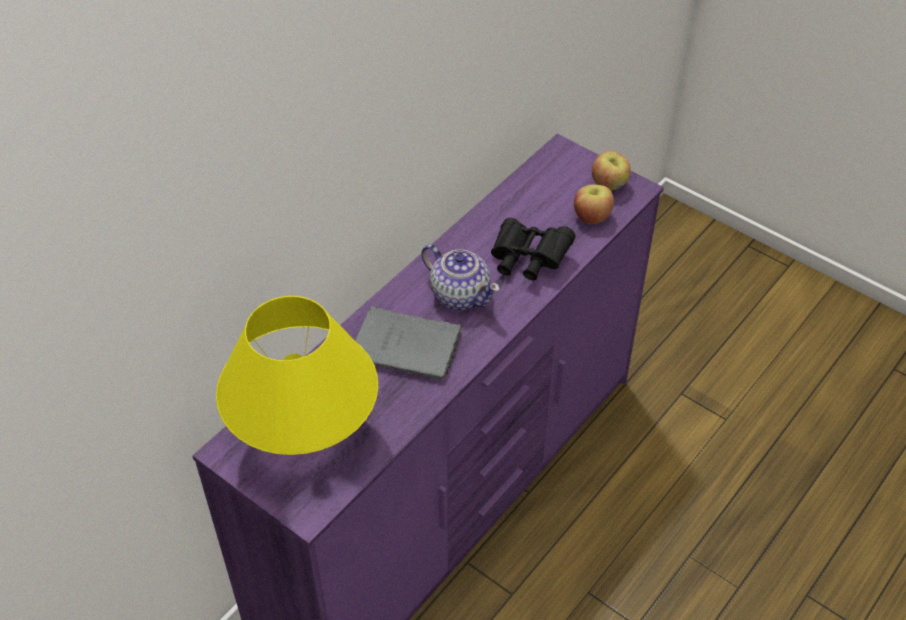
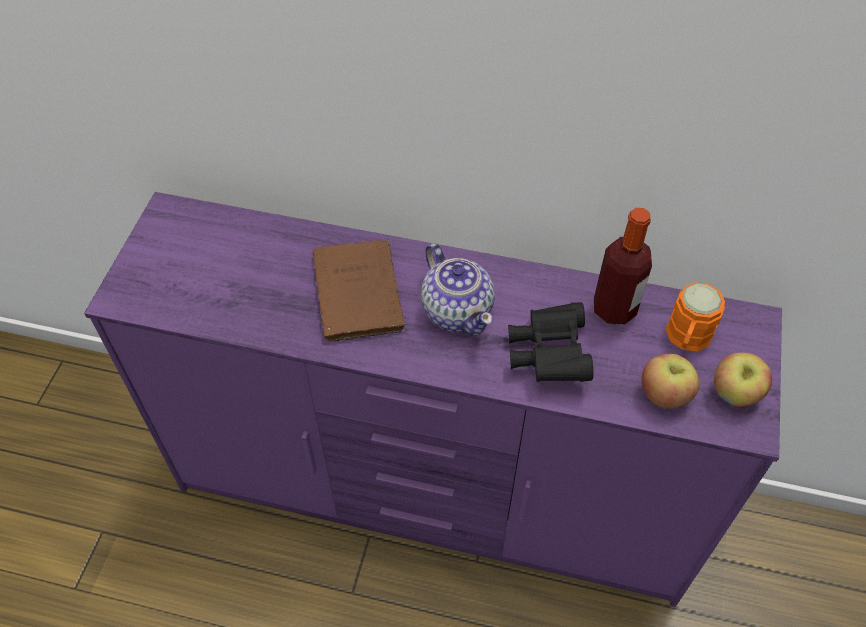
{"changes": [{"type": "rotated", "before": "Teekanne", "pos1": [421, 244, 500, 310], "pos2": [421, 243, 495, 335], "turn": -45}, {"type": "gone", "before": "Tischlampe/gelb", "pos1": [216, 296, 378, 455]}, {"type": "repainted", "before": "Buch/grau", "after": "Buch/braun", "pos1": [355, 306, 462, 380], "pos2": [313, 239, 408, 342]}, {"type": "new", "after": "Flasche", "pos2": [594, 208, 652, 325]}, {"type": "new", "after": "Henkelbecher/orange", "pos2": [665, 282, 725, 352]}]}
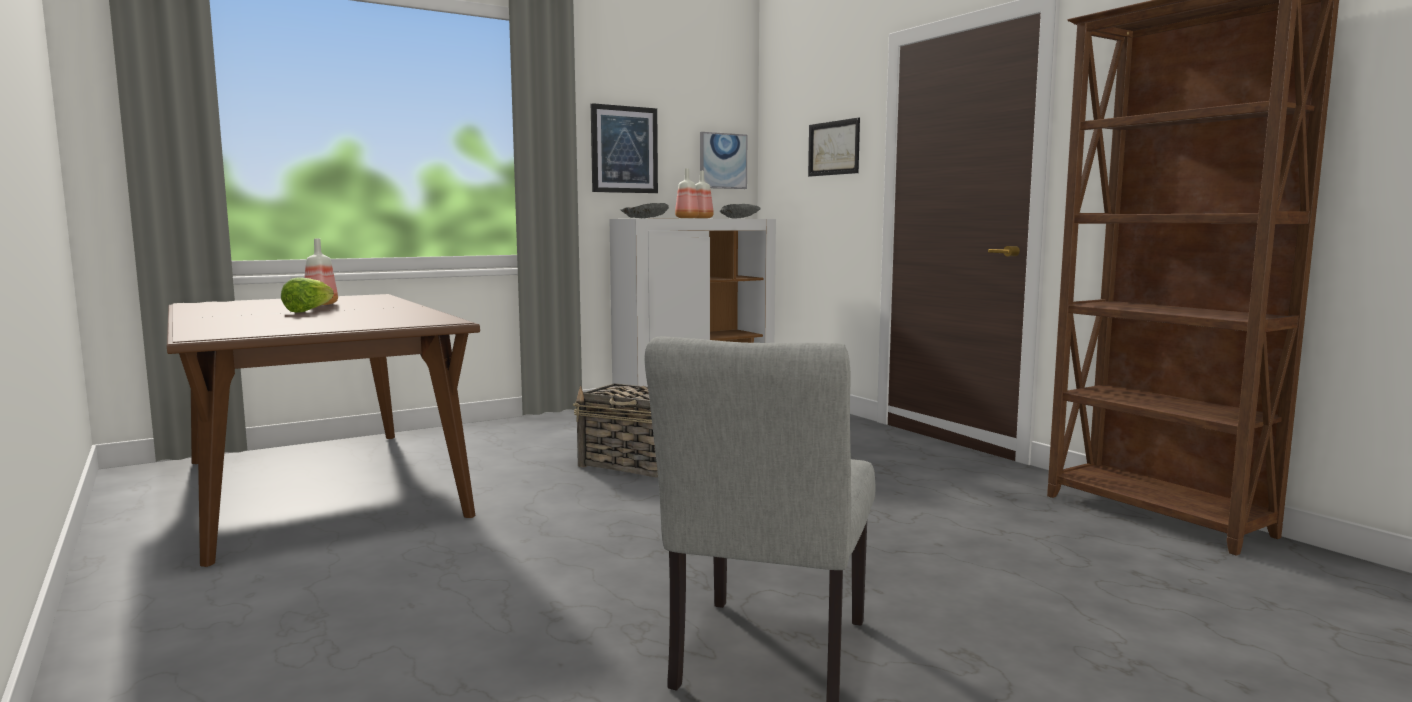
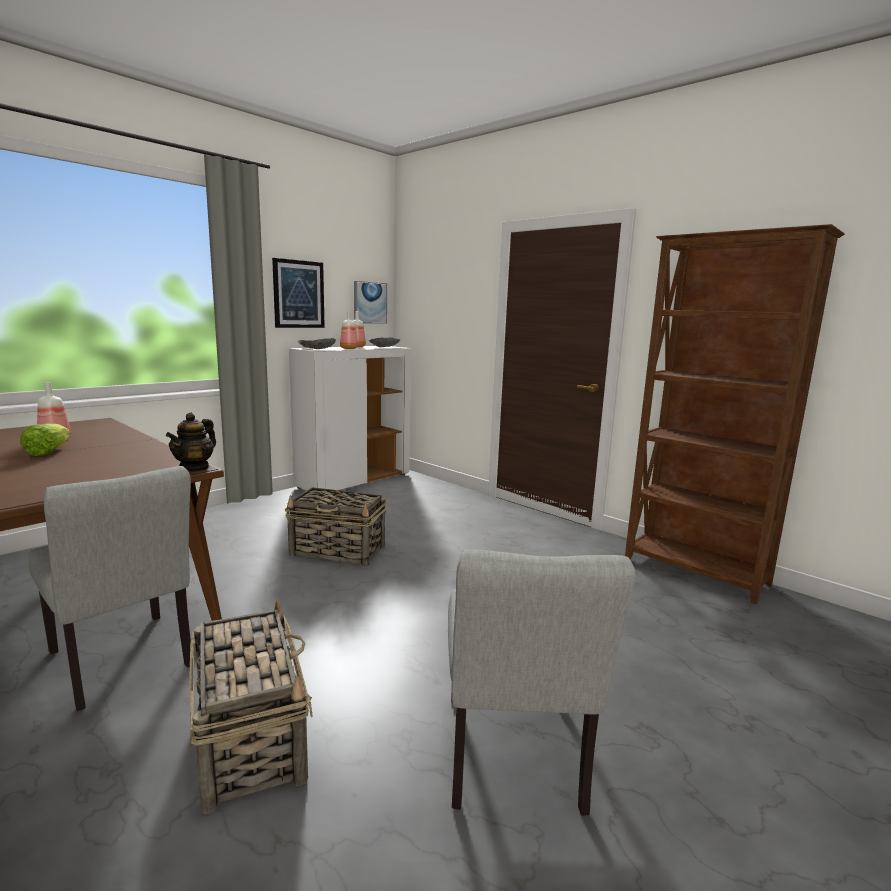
{"changes": [{"type": "gone", "before": "Bild", "pos1": [808, 118, 860, 177]}, {"type": "new", "after": "Teekanne", "pos2": [166, 412, 216, 472]}, {"type": "new", "after": "Stuhl/grau", "pos2": [28, 466, 191, 711]}, {"type": "new", "after": "Korb", "pos2": [189, 600, 313, 814]}]}
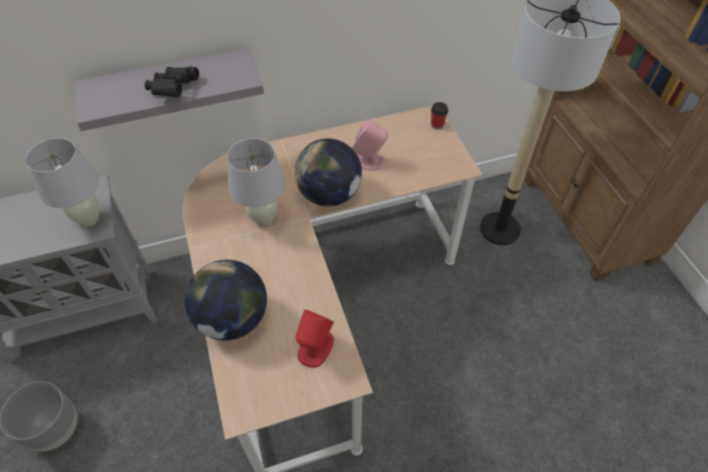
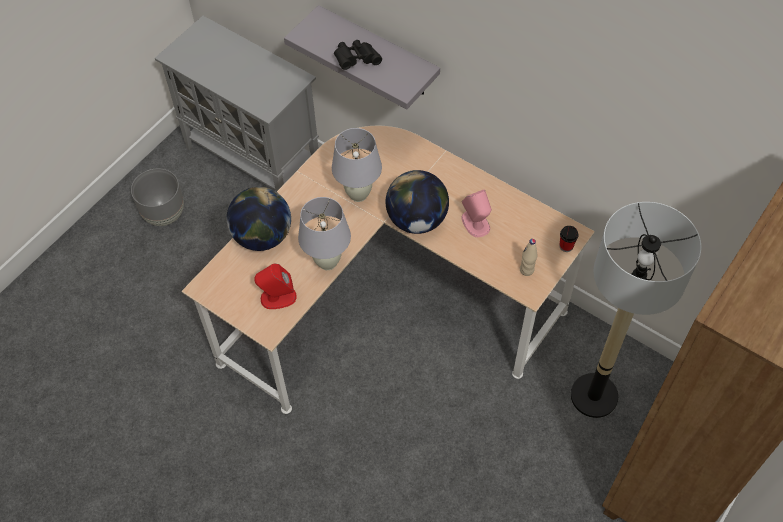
{"changes": [{"type": "shifted", "before": "Tischlampe/weiß", "pos1": [25, 138, 99, 227], "pos2": [298, 197, 351, 270]}, {"type": "new", "after": "Flasche/beige", "pos2": [520, 239, 537, 276]}]}
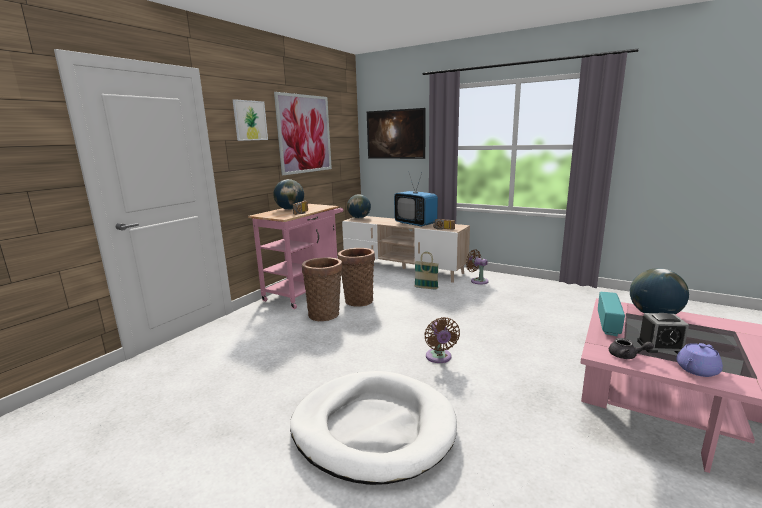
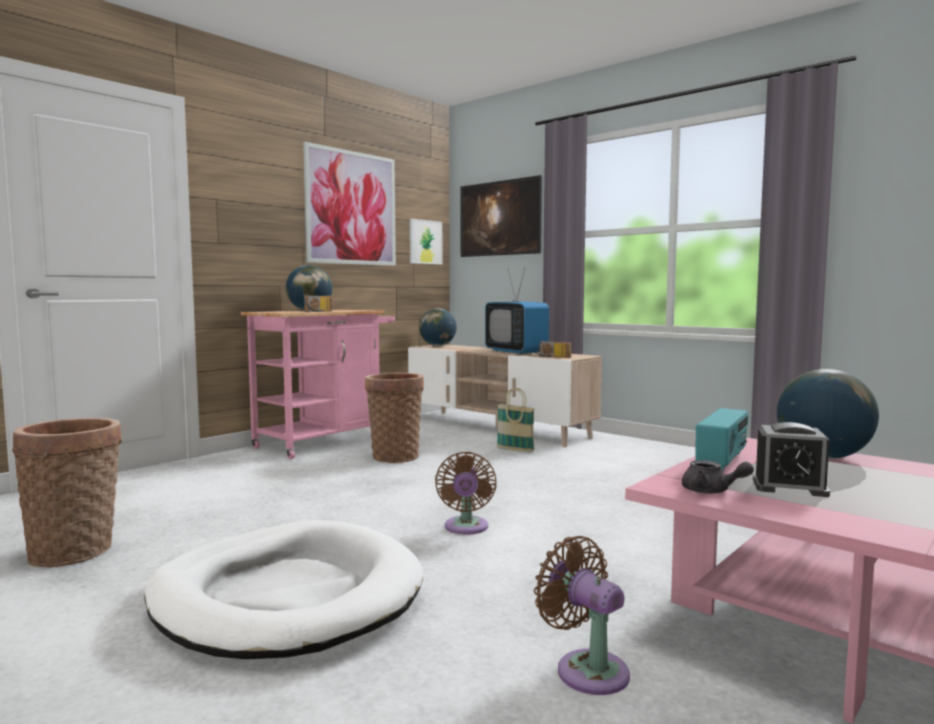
{"changes": [{"type": "shifted", "before": "Bild", "pos1": [233, 99, 268, 141], "pos2": [410, 219, 443, 265]}, {"type": "shifted", "before": "Ventilator/braun", "pos1": [466, 250, 488, 285], "pos2": [534, 536, 630, 695]}, {"type": "shifted", "before": "Korb", "pos1": [302, 257, 343, 321], "pos2": [12, 418, 122, 568]}, {"type": "gone", "before": "Teekanne/lila", "pos1": [676, 343, 723, 377]}]}
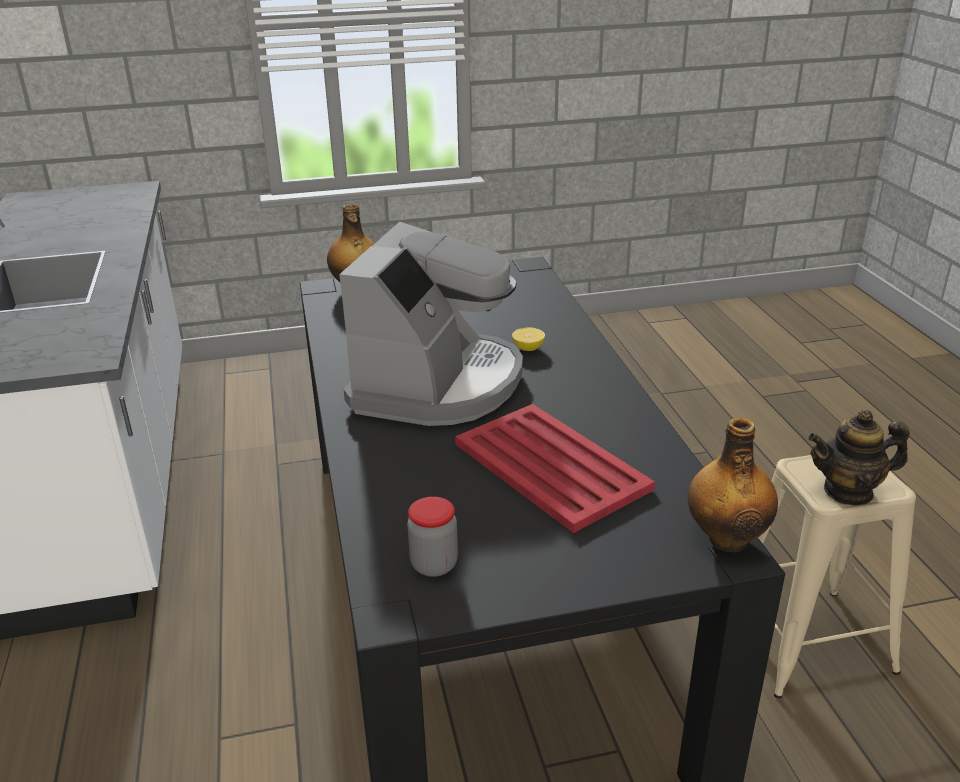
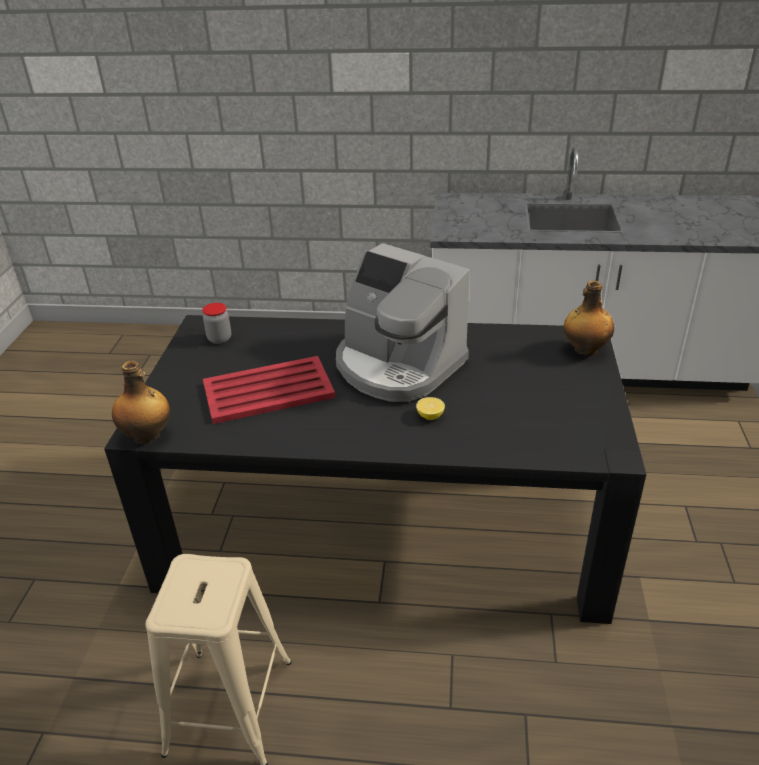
{"changes": [{"type": "gone", "before": "Teekanne", "pos1": [808, 410, 910, 506]}]}
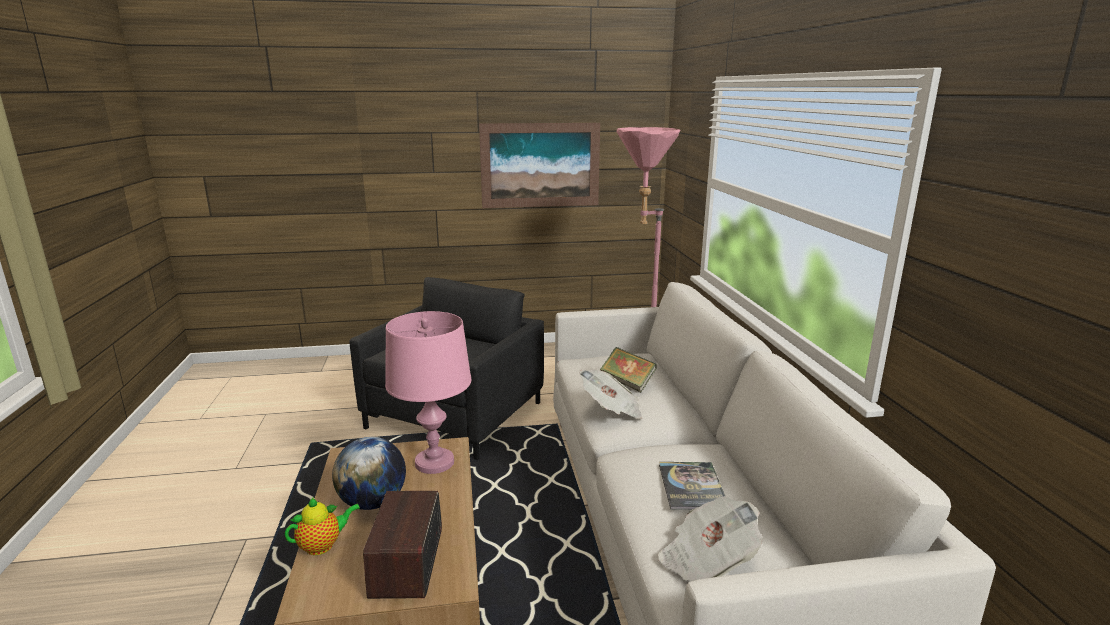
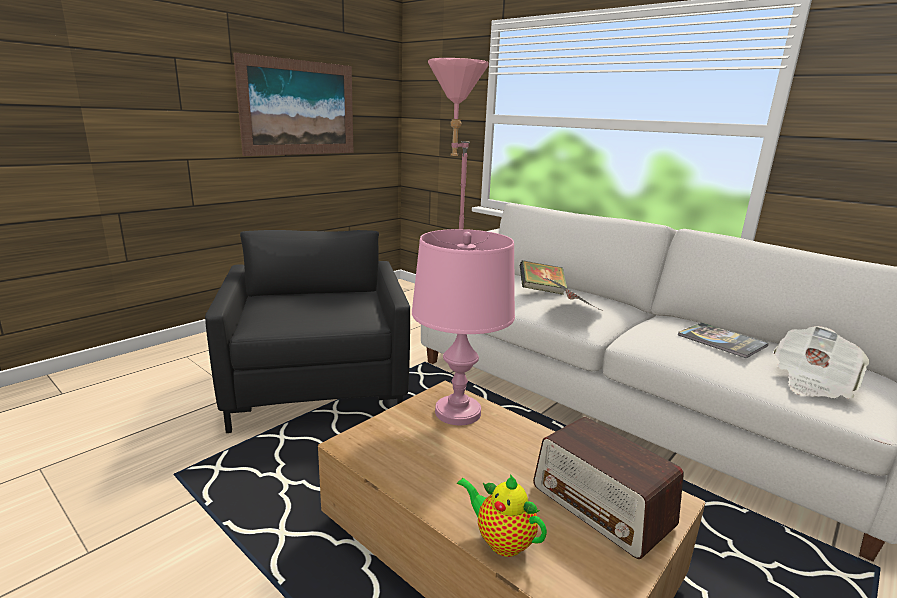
{"changes": [{"type": "gone", "before": "Globus", "pos1": [332, 437, 406, 510]}, {"type": "rotated", "before": "Teekanne", "pos1": [285, 497, 360, 555], "pos2": [457, 474, 547, 557], "turn": -75}]}
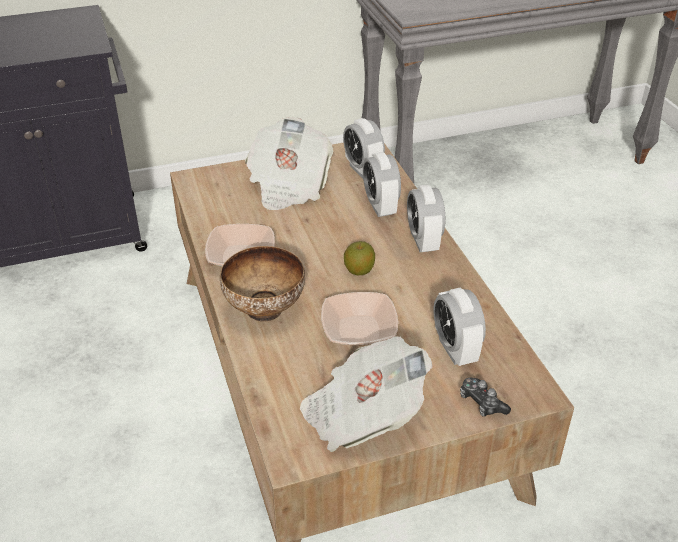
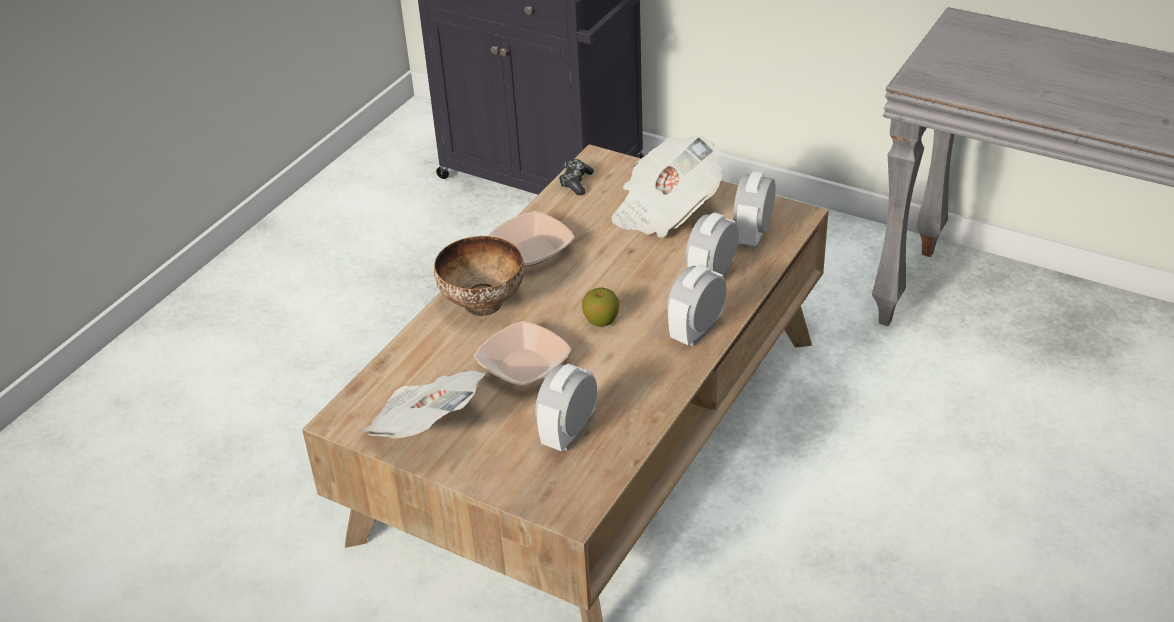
{"changes": [{"type": "shifted", "before": "Gamepad", "pos1": [460, 378, 511, 417], "pos2": [559, 159, 594, 195]}]}
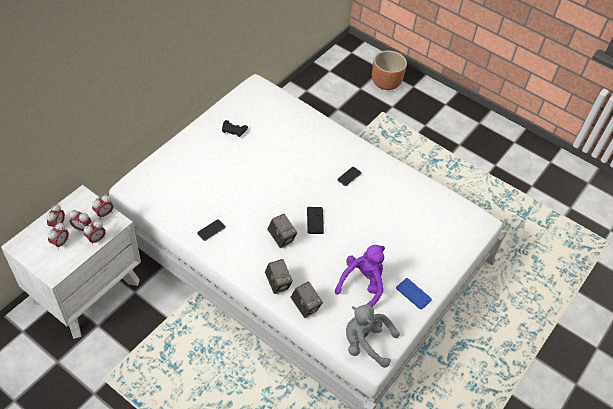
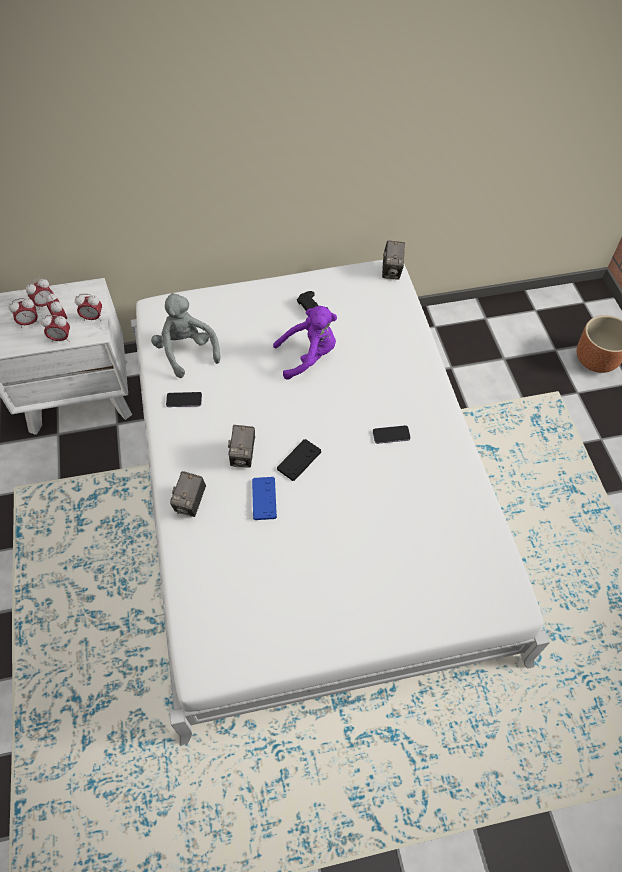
{"changes": [{"type": "shifted", "before": "Plüschtier/lila", "pos1": [335, 245, 385, 307], "pos2": [273, 306, 337, 380]}, {"type": "shifted", "before": "Gamepad/blau", "pos1": [396, 278, 432, 310], "pos2": [252, 477, 277, 520]}, {"type": "shifted", "before": "Kamera", "pos1": [291, 281, 323, 318], "pos2": [382, 240, 405, 280]}, {"type": "shifted", "before": "Plüschtier/grau", "pos1": [346, 304, 400, 368], "pos2": [151, 293, 220, 378]}]}
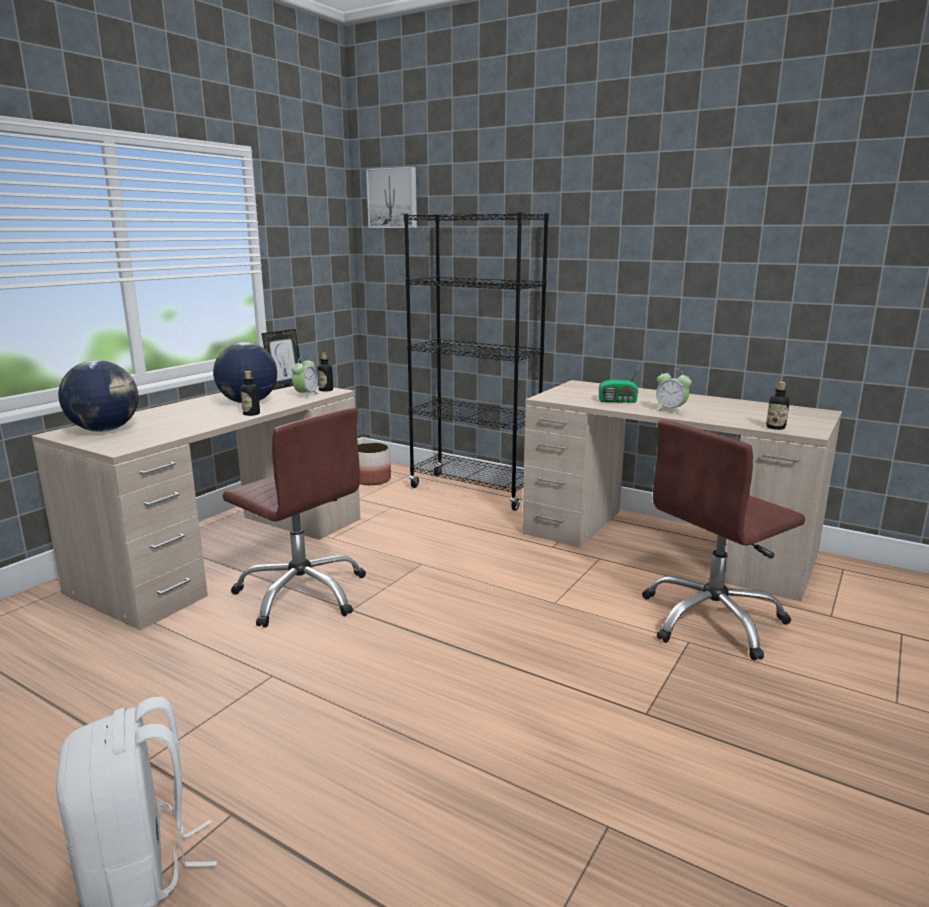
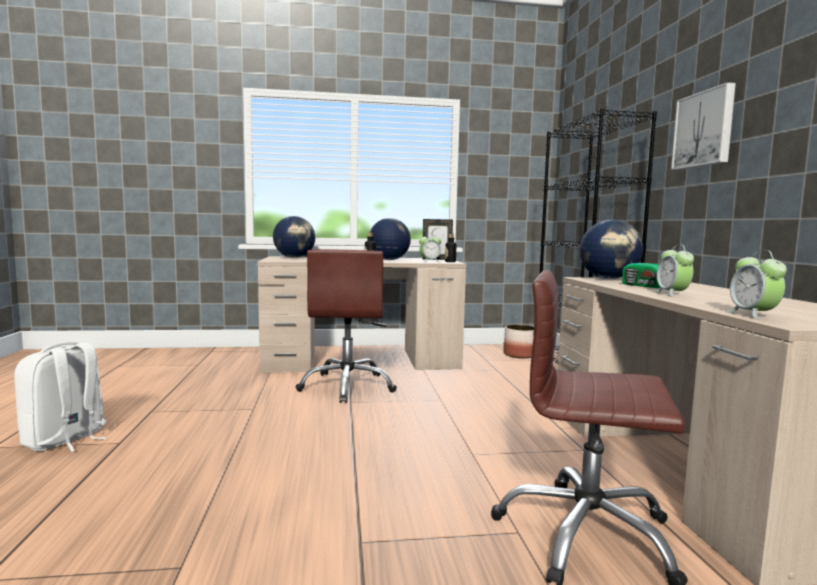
{"changes": [{"type": "shifted", "before": "Bild", "pos1": [366, 167, 417, 228], "pos2": [671, 82, 736, 170]}, {"type": "swapped", "before": "Flasche", "after": "Wecker", "pos1": [766, 382, 789, 430], "pos2": [726, 250, 787, 319]}, {"type": "new", "after": "Globus", "pos2": [579, 220, 643, 279]}]}
